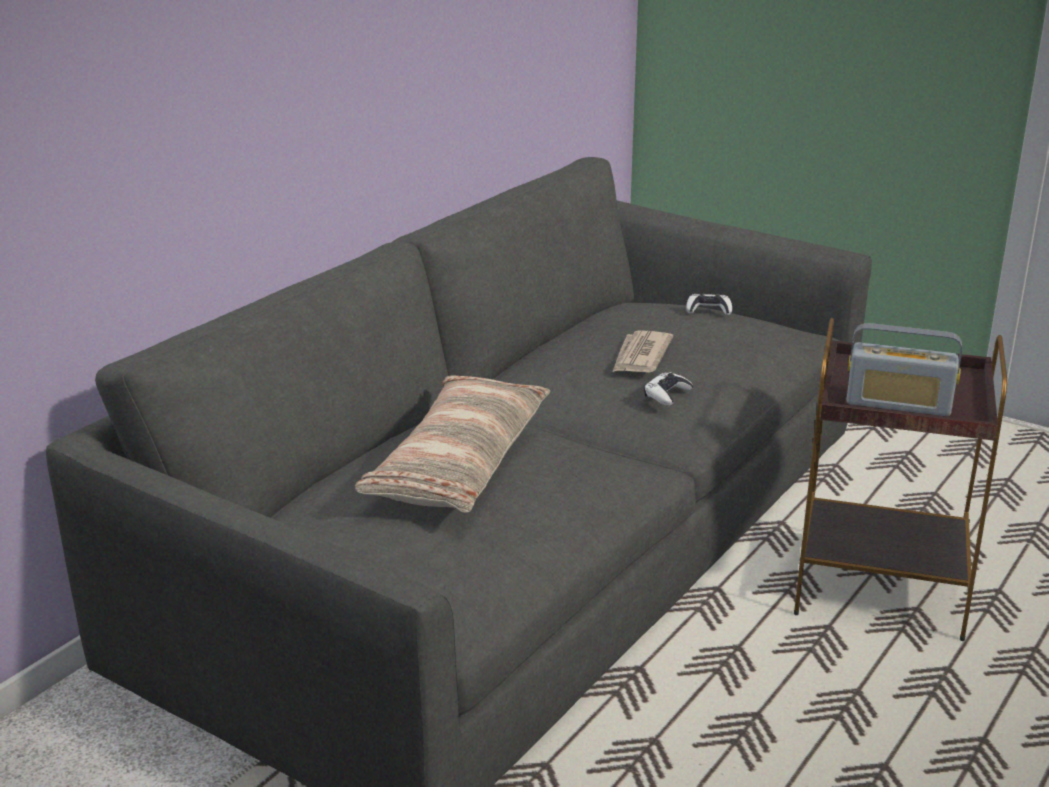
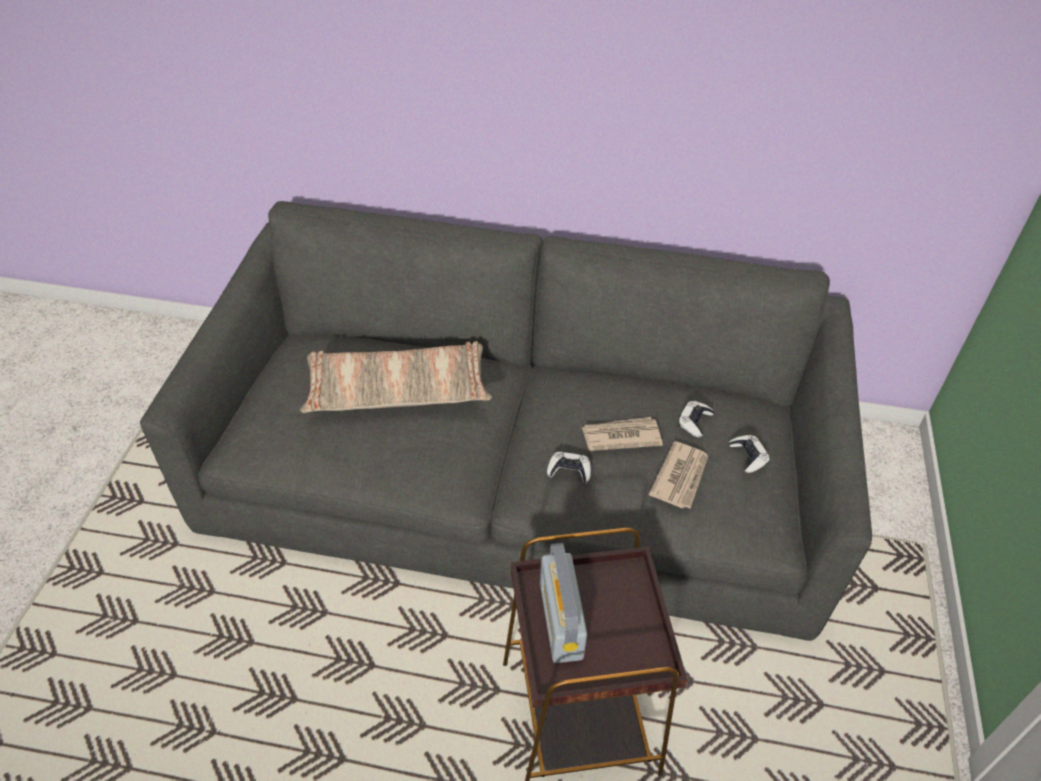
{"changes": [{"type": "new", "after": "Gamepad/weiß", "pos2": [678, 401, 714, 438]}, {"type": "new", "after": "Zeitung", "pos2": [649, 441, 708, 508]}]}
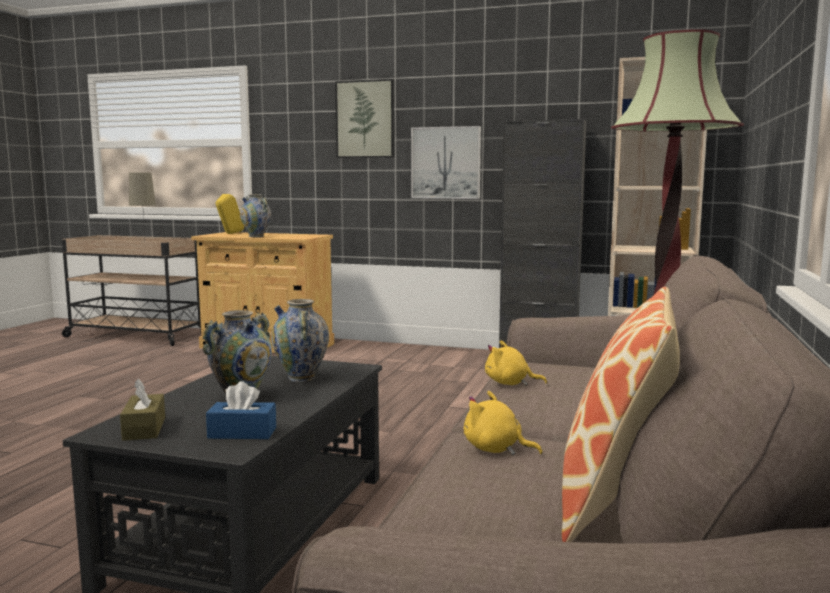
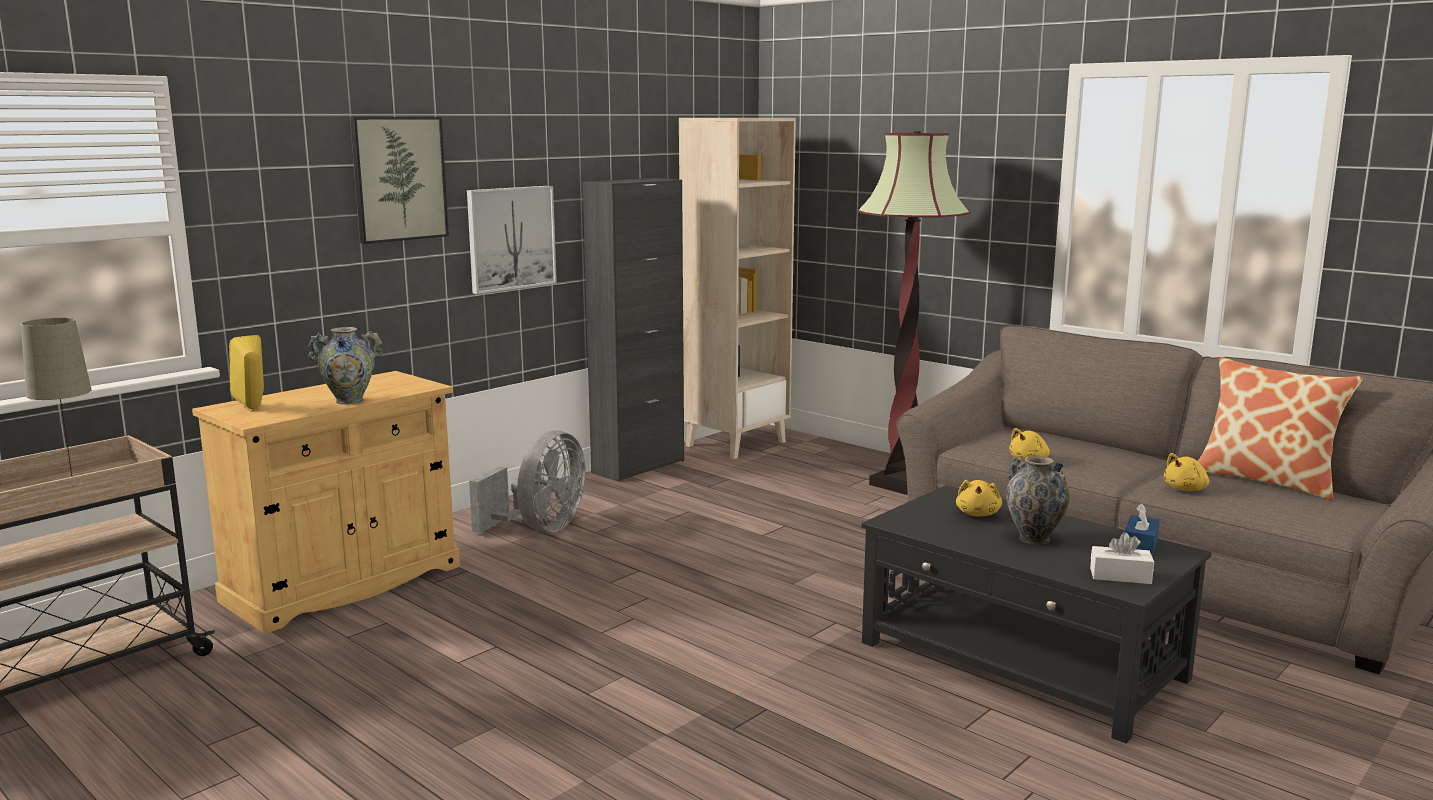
{"changes": [{"type": "swapped", "before": "Vase", "after": "Plüschtier/gelb", "pos1": [271, 299, 329, 382], "pos2": [956, 480, 1002, 517]}, {"type": "repainted", "before": "Taschentuchbox/braun", "after": "Taschentuchbox/weiß", "pos1": [120, 379, 165, 441], "pos2": [1090, 532, 1154, 584]}, {"type": "new", "after": "Ventilator/grau", "pos2": [469, 431, 585, 533]}]}
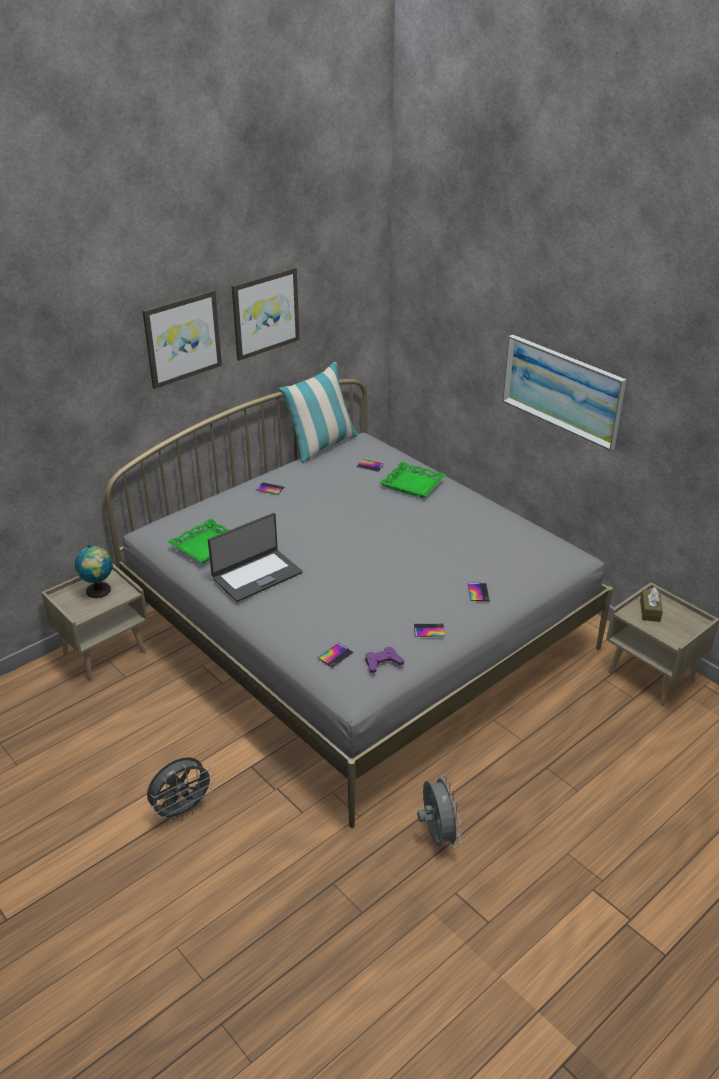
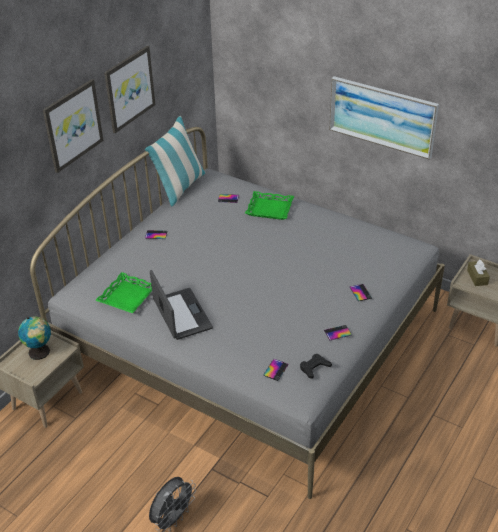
{"changes": [{"type": "rotated", "before": "Laptop", "pos1": [208, 513, 302, 602], "pos2": [150, 270, 213, 340], "turn": -60}, {"type": "repainted", "before": "Gamepad/lila", "after": "Gamepad/schwarz", "pos1": [365, 647, 404, 673], "pos2": [300, 354, 332, 379]}, {"type": "gone", "before": "Ventilator/grau", "pos1": [417, 774, 462, 848]}]}
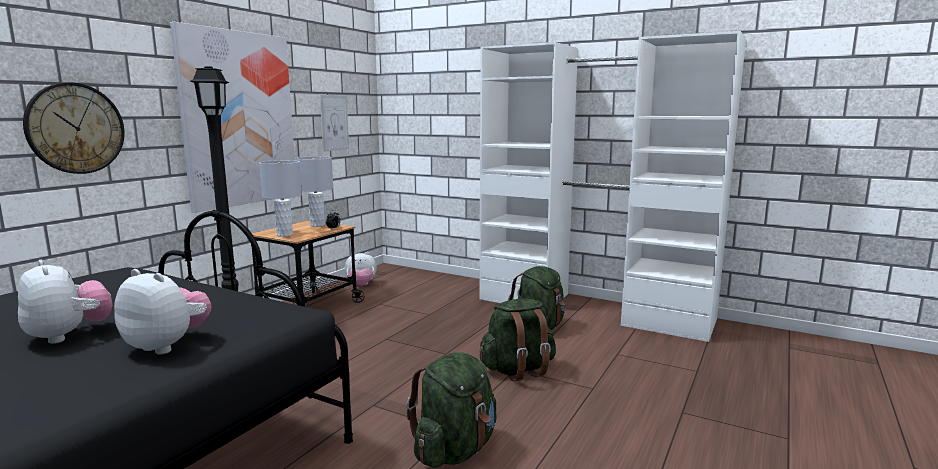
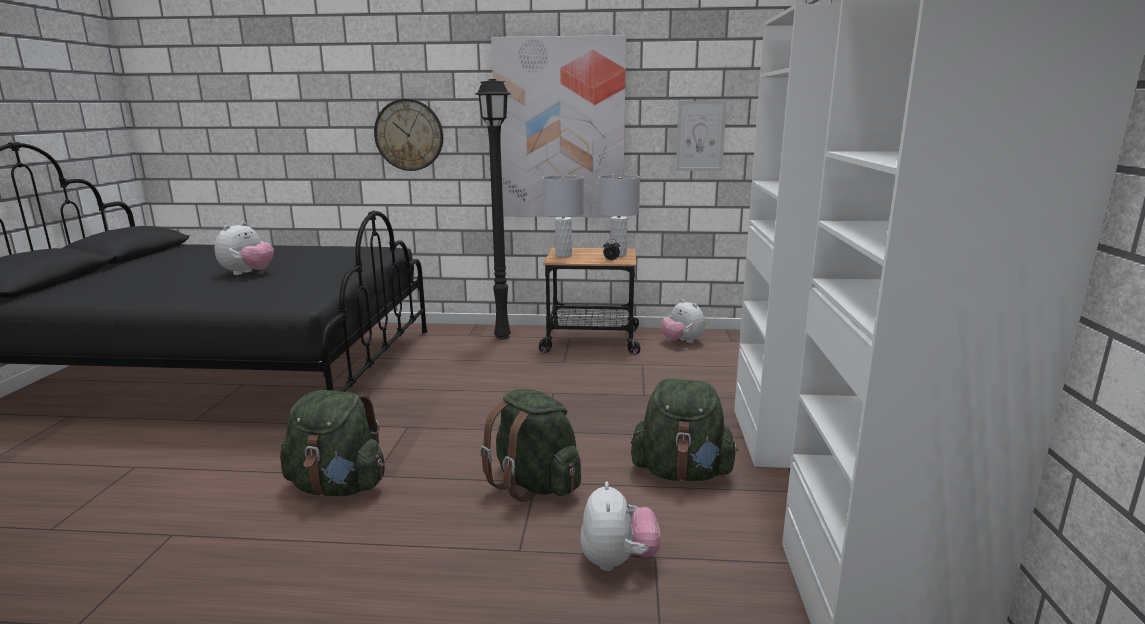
{"changes": [{"type": "shifted", "before": "Plüschtier", "pos1": [114, 269, 211, 355], "pos2": [580, 482, 660, 571]}]}
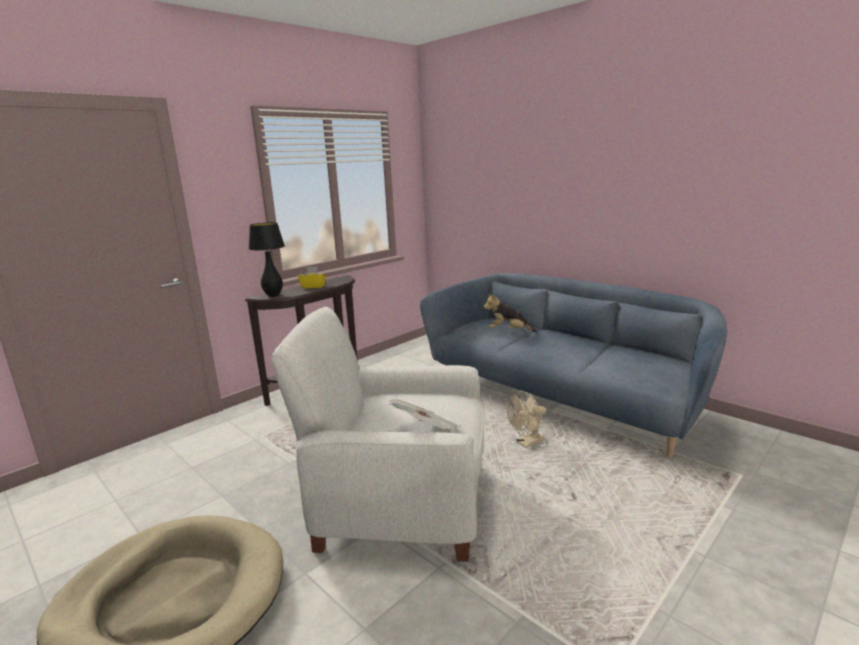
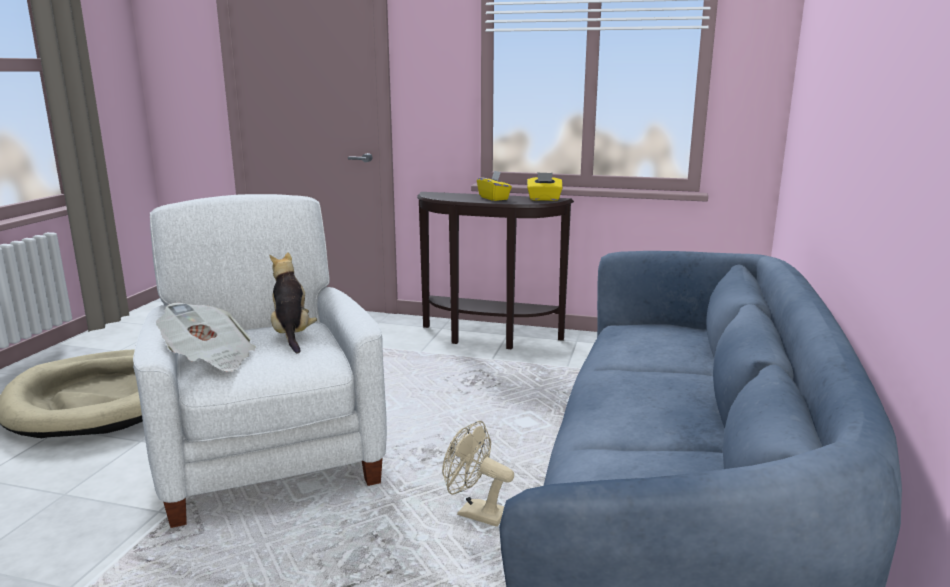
{"changes": [{"type": "gone", "before": "Tischlampe/schwarz", "pos1": [249, 222, 285, 297]}, {"type": "shifted", "before": "Plüschtier", "pos1": [484, 294, 537, 332], "pos2": [270, 252, 317, 354]}, {"type": "new", "after": "Taschentuchbox/gelb", "pos2": [527, 172, 563, 201]}]}
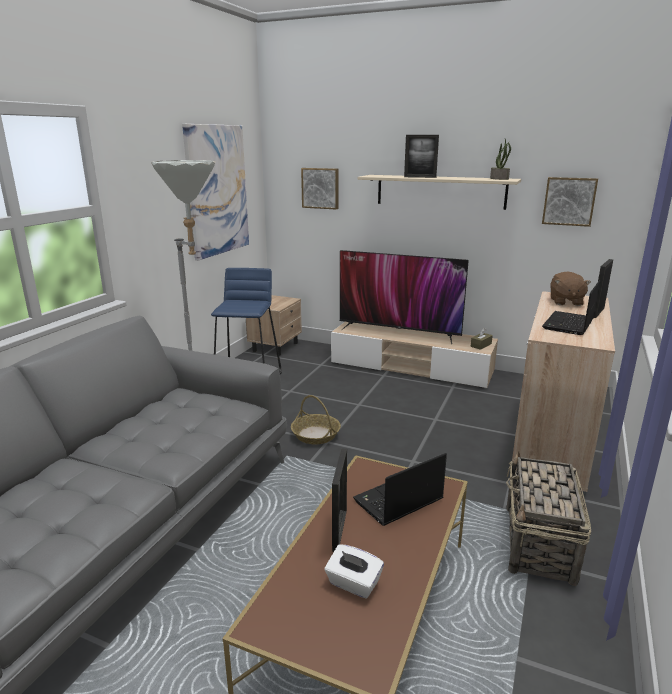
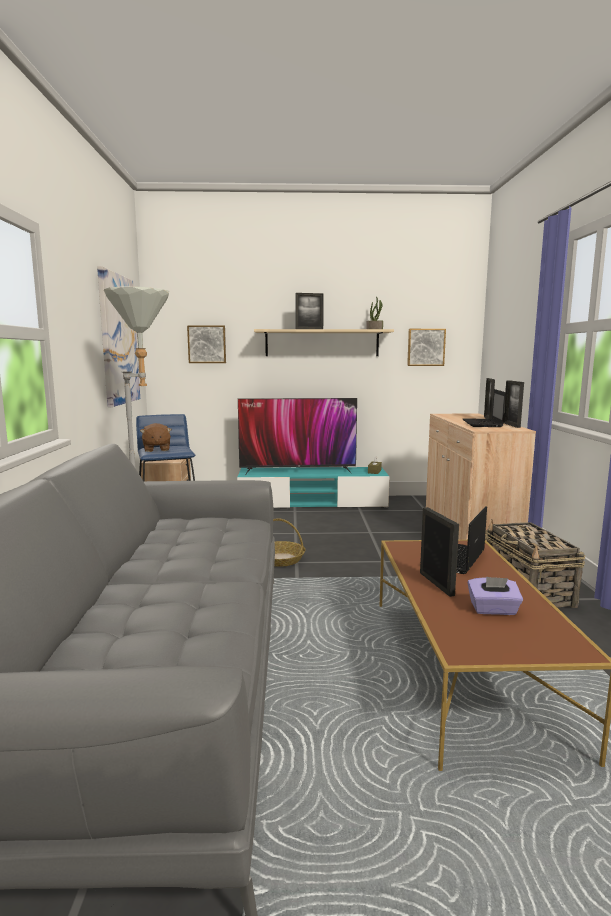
{"changes": [{"type": "shifted", "before": "Plüschtier/braun", "pos1": [550, 271, 591, 306], "pos2": [140, 423, 172, 452]}, {"type": "repainted", "before": "Fernsehschrank/beige", "after": "Fernsehschrank/türkis", "pos1": [331, 322, 498, 389], "pos2": [237, 467, 389, 509]}, {"type": "repainted", "before": "Taschentuchbox/weiß", "after": "Taschentuchbox/lila", "pos1": [325, 544, 384, 598], "pos2": [468, 577, 523, 615]}, {"type": "new", "after": "Bilderrahmen", "pos2": [504, 380, 524, 428]}]}
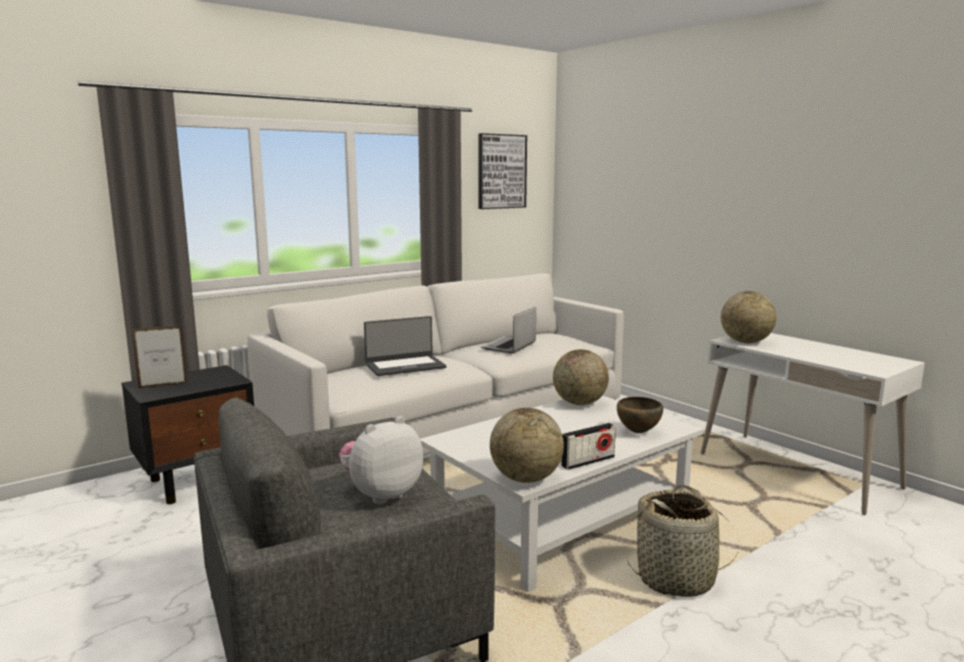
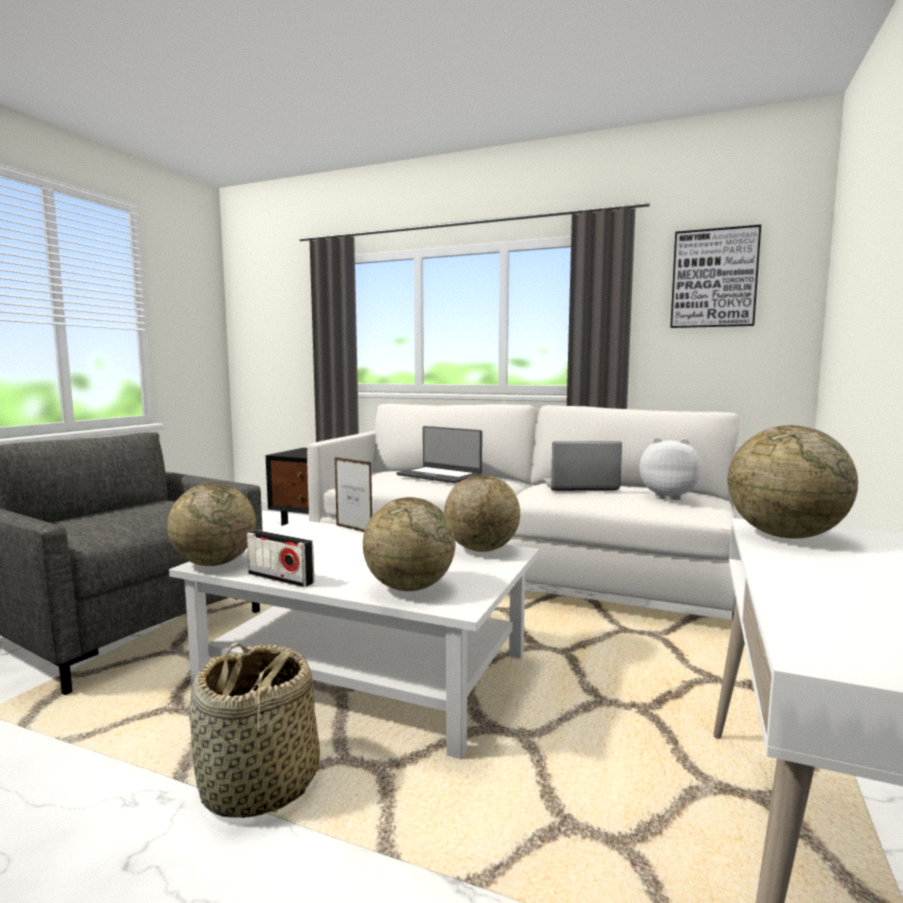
{"changes": [{"type": "shifted", "before": "Bilderrahmen", "pos1": [132, 325, 187, 388], "pos2": [335, 457, 372, 532]}, {"type": "swapped", "before": "Schüssel/braun", "after": "Globus", "pos1": [617, 397, 663, 433], "pos2": [363, 497, 455, 591]}, {"type": "shifted", "before": "Plüschtier", "pos1": [339, 416, 423, 504], "pos2": [639, 437, 701, 500]}]}
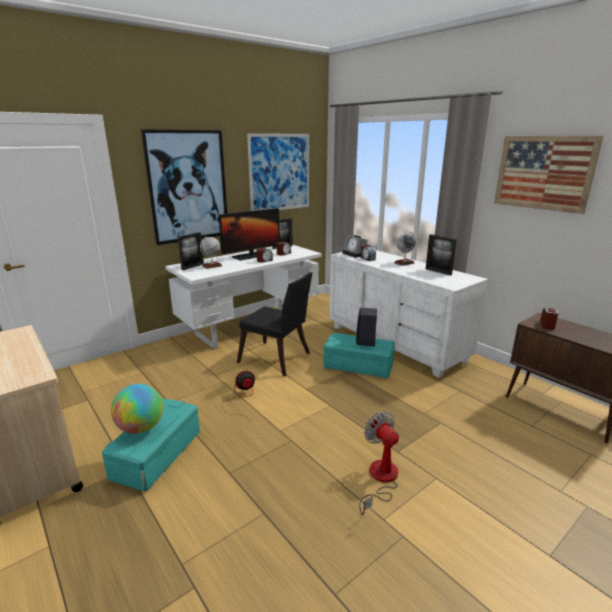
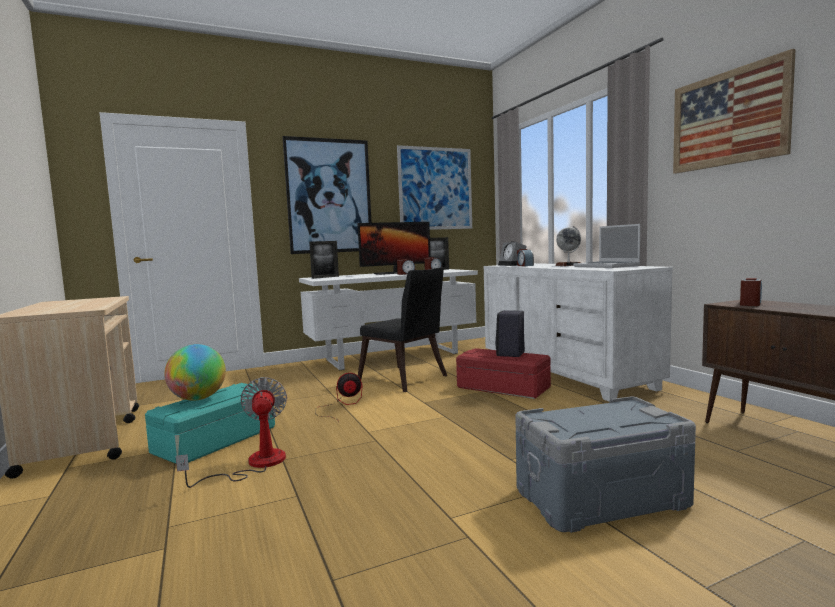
{"changes": [{"type": "swapped", "before": "Bilderrahmen", "after": "Laptop", "pos1": [426, 234, 457, 275], "pos2": [573, 224, 640, 268]}, {"type": "gone", "before": "Globus", "pos1": [200, 237, 222, 269]}, {"type": "repainted", "before": "Aufbewahrungsbox/türkis", "after": "Aufbewahrungsbox/rot", "pos1": [323, 333, 395, 378], "pos2": [456, 348, 551, 399]}, {"type": "shifted", "before": "Ventilator", "pos1": [359, 412, 399, 515], "pos2": [176, 377, 287, 488]}, {"type": "new", "after": "Aufbewahrungsbox/grau", "pos2": [515, 396, 696, 533]}]}
